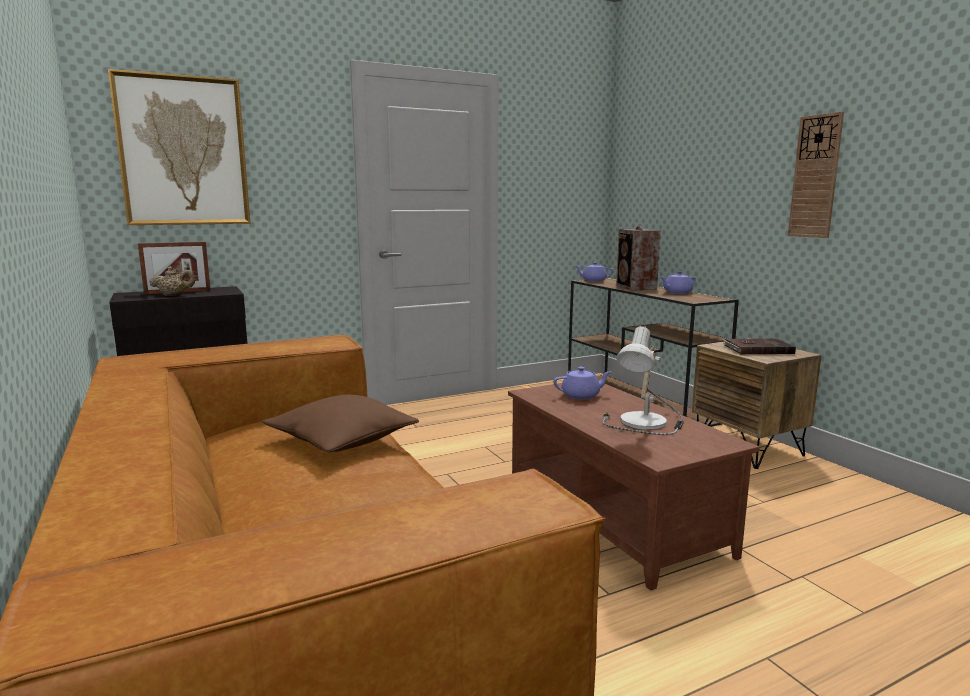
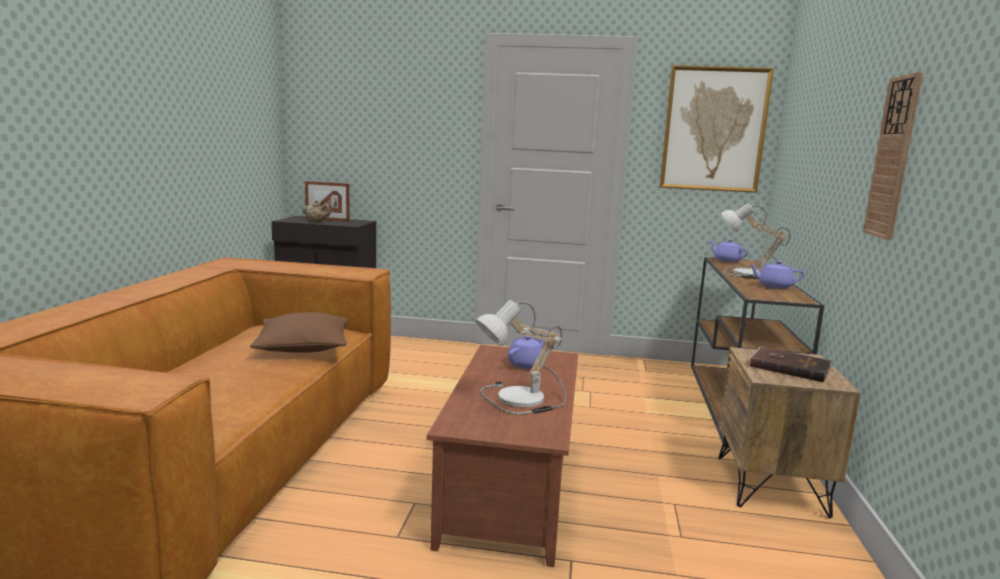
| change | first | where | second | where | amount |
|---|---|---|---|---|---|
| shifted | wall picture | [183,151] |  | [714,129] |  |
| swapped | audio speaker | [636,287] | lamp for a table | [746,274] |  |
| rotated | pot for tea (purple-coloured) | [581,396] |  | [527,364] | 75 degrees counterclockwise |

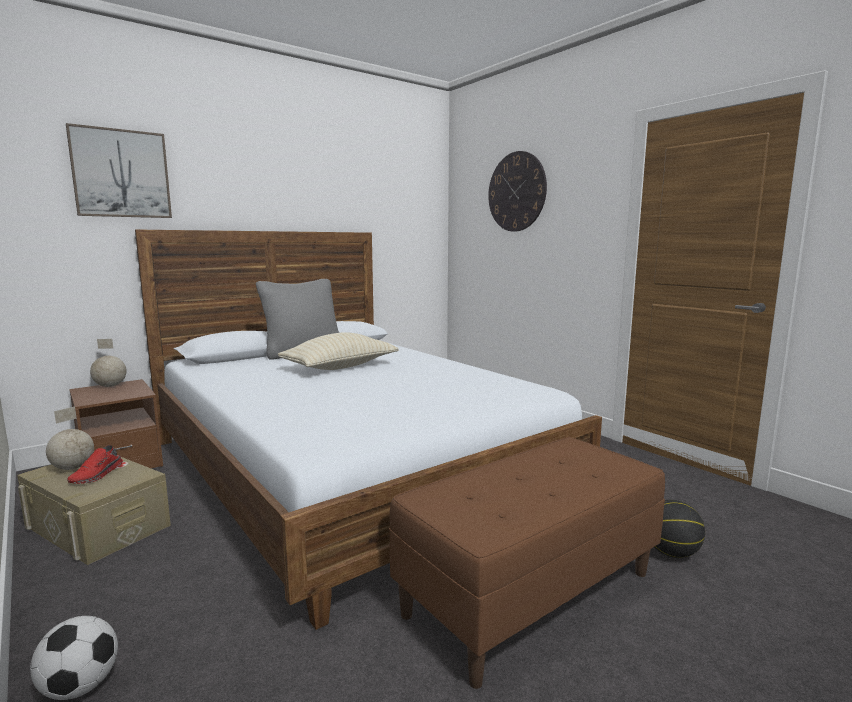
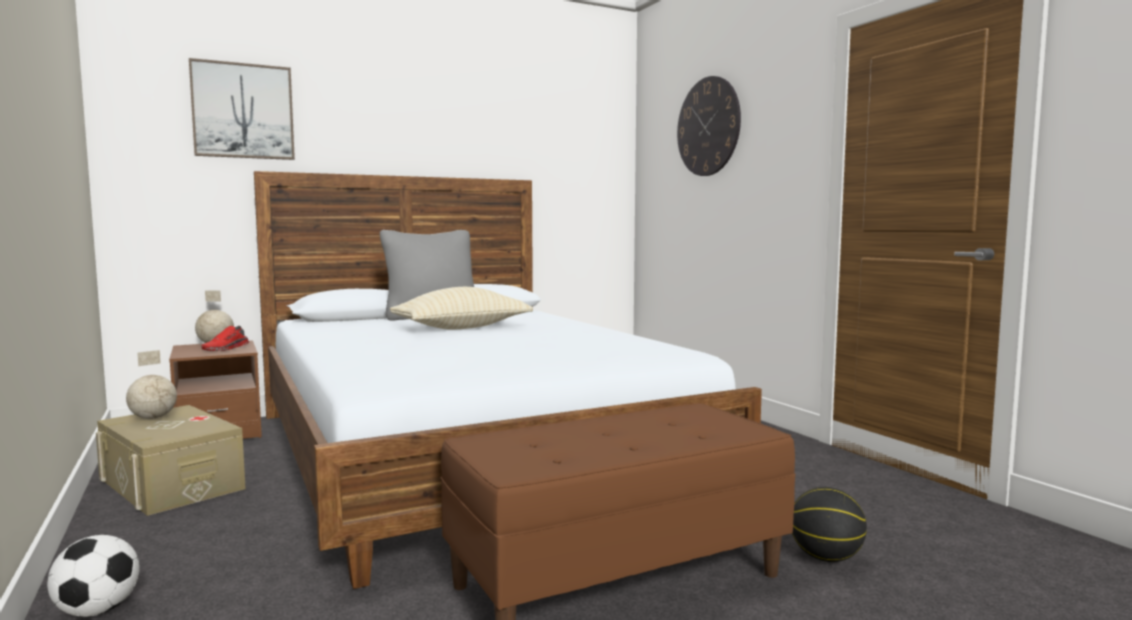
| change | first | where | second | where | amount |
|---|---|---|---|---|---|
| shifted | shoe (reddish) | [98,475] |  | [226,349] |  |

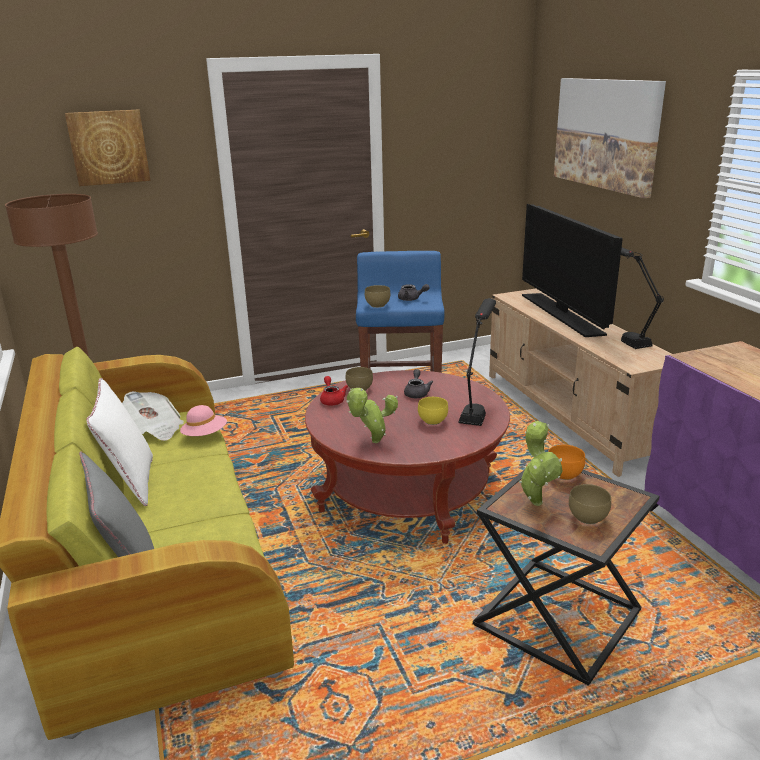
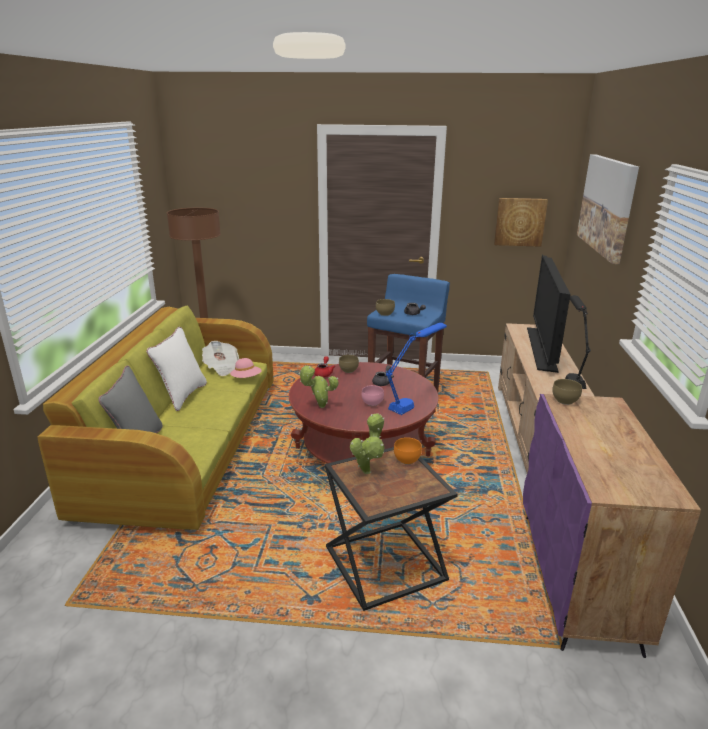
| change | first | where | second | where | amount |
|---|---|---|---|---|---|
| shifted | wall picture | [109,147] |  | [520,222] |  |
| repainted | lamp for a table (blackish) | [477,406] | lamp for a table (blue) | [413,401] |  |
| repainted | deep dish (yellow-coloured) | [432,421] | deep dish (pink-coloured) | [371,403] |  |
| shifted | deep dish (brown) | [589,518] |  | [565,401] |  |

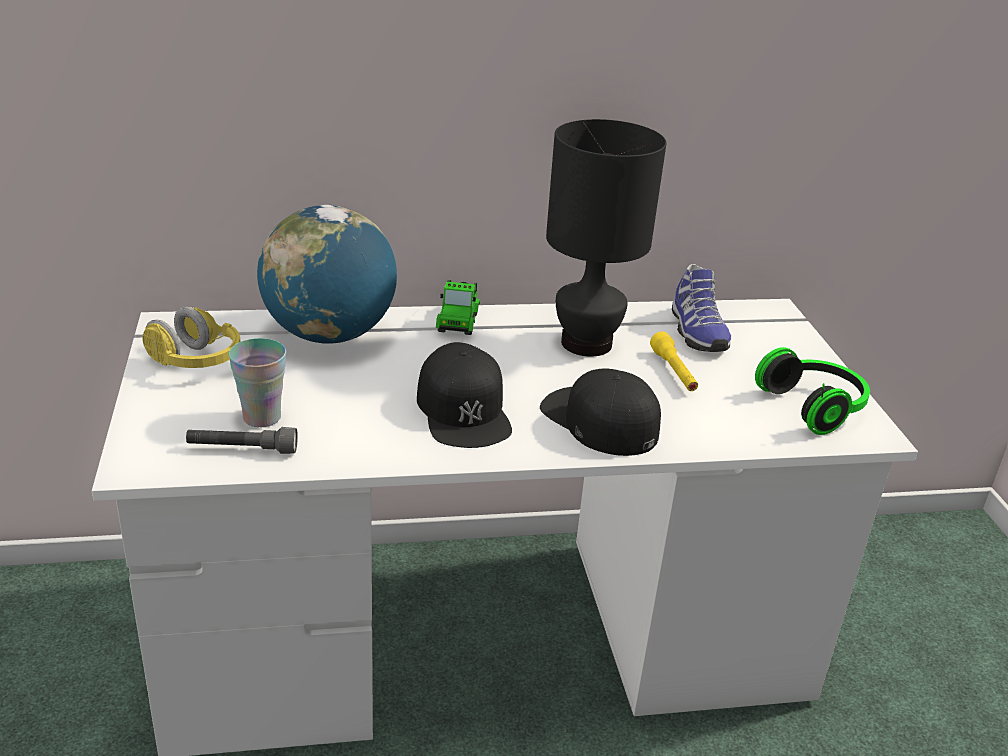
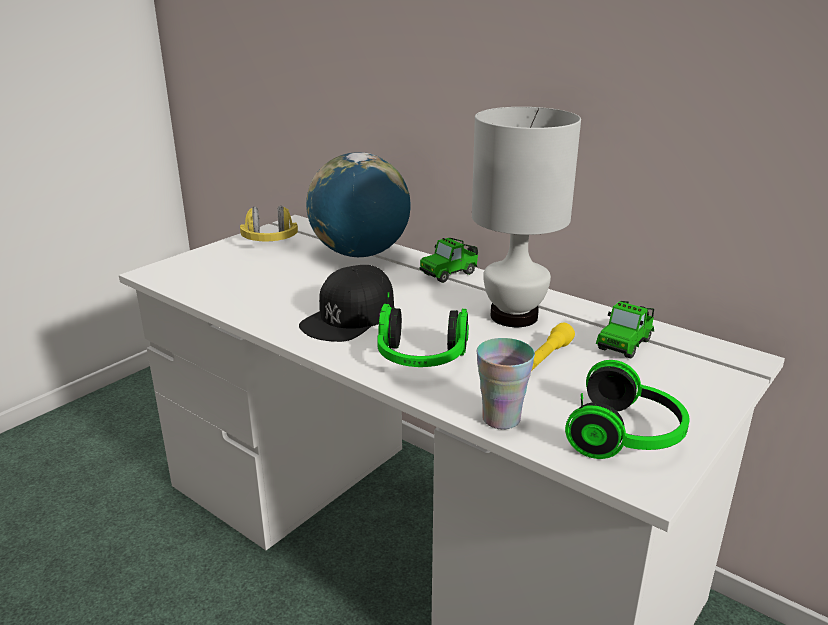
| change | first | where | second | where | amount |
|---|---|---|---|---|---|
| repainted | lamp for a table (blackish) | [585,343] | lamp for a table (white-coloured) | [513,316] |  |
| swapped | shoe | [695,332] | model car | [625,343] |  |
| shifted | drinking cup | [262,417] |  | [501,419] |  |
| swapped | baseball cap (blackish) | [599,420] | headphones | [421,360] |  |
| gone | torch (grey) | [242,449] |  |  |  |

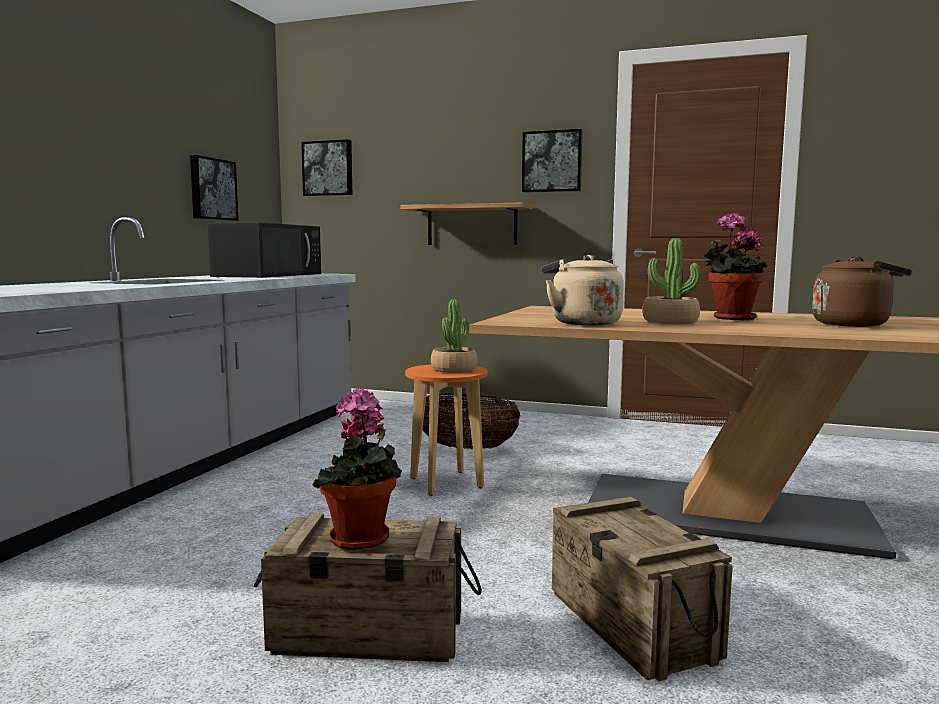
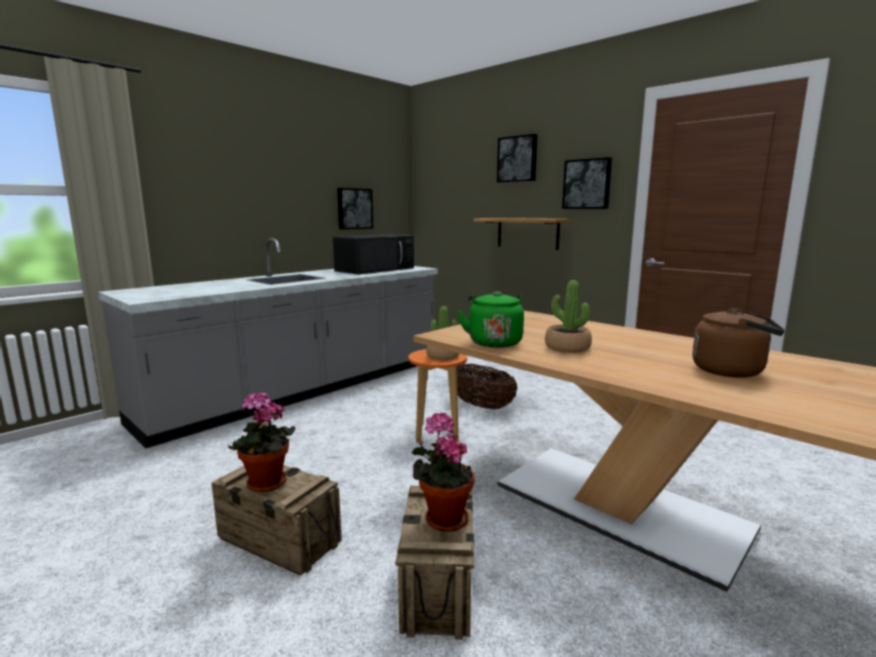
| change | first | where | second | where | amount |
|---|---|---|---|---|---|
| shifted | wall picture | [328,168] |  | [518,159] |  |
| shifted | houseplant | [730,318] |  | [443,518] |  |
| repainted | tea kettle (beige) | [582,323] | tea kettle (greenish) | [494,342] |  |

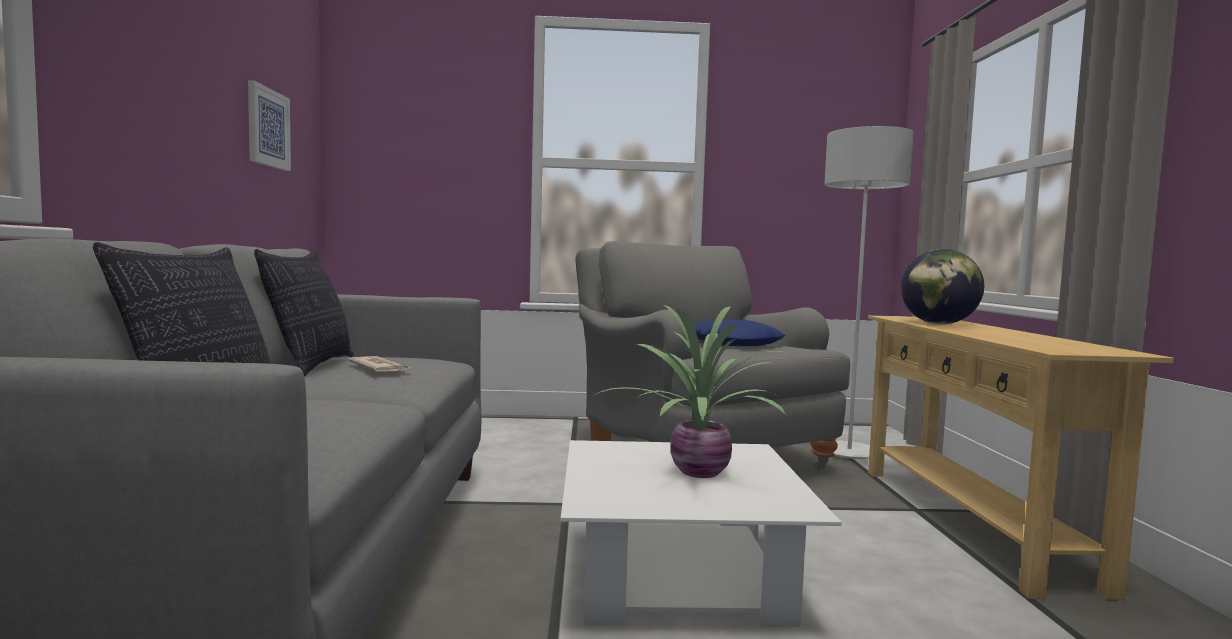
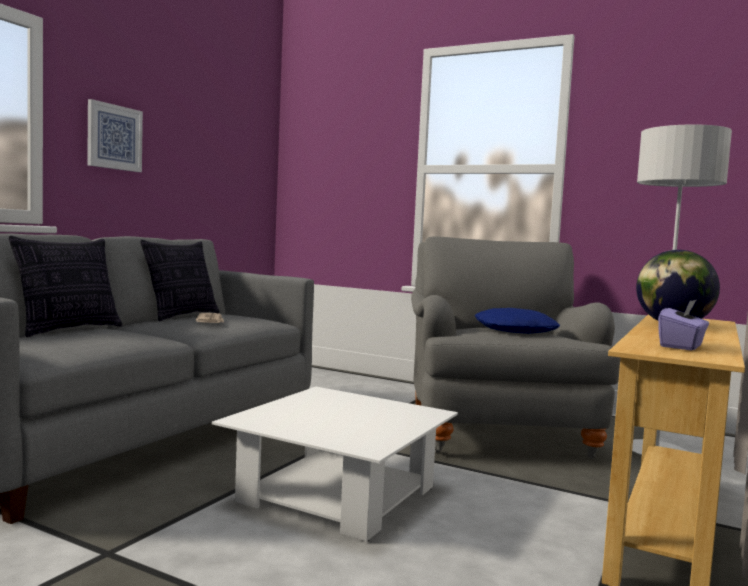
| change | first | where | second | where | amount |
|---|---|---|---|---|---|
| shifted | wall picture | [267,128] |  | [114,137] |  |
| gone | houseplant | [696,471] |  |  |  |
| new |  |  | tissue holder (purple-coloured) | [682,346] |  |

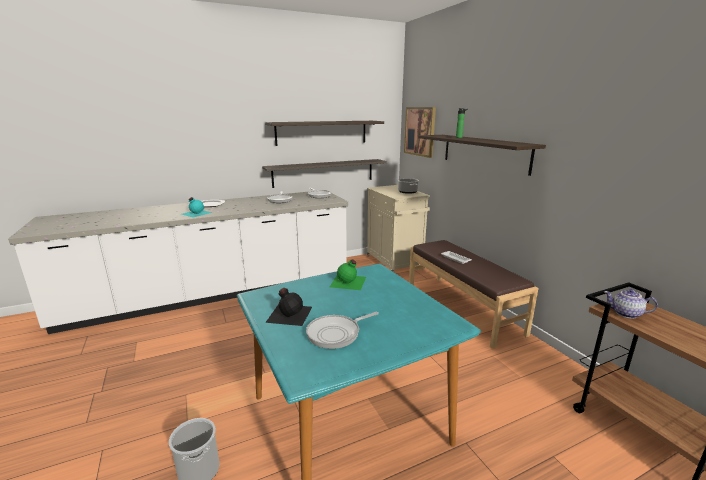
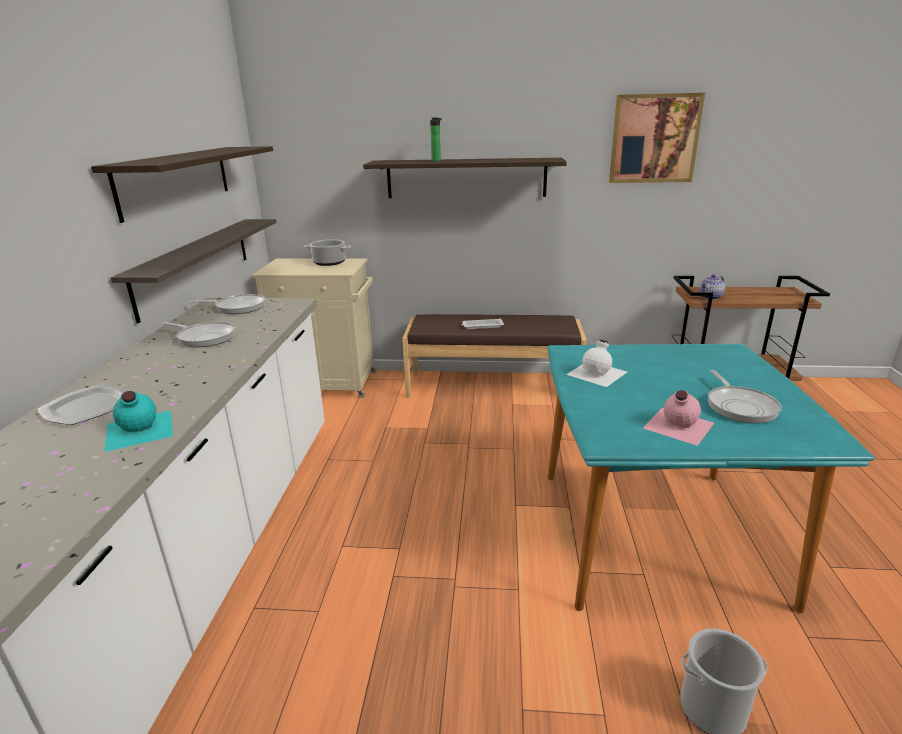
| change | first | where | second | where | amount |
|---|---|---|---|---|---|
| shifted | wall picture | [420,131] |  | [654,139] |  |
| repainted | beverage bottle (greenish) | [348,282] | beverage bottle (white-coloured) | [598,373] |  |
| repainted | beverage bottle (blackish) | [289,313] | beverage bottle (pink-coloured) | [677,425] |  |

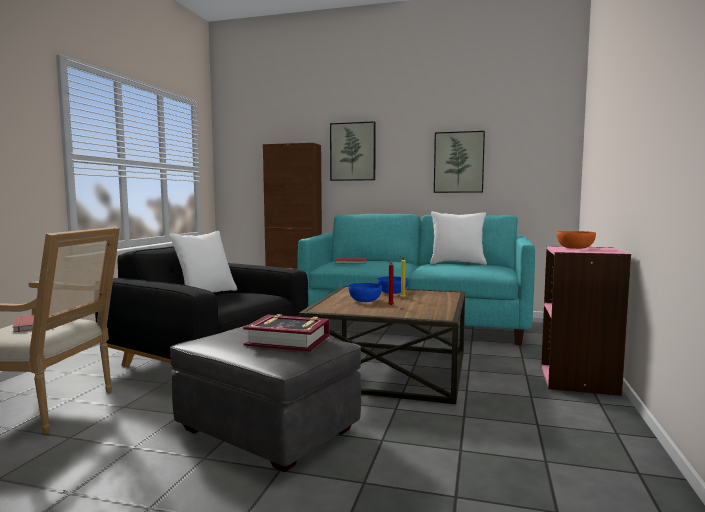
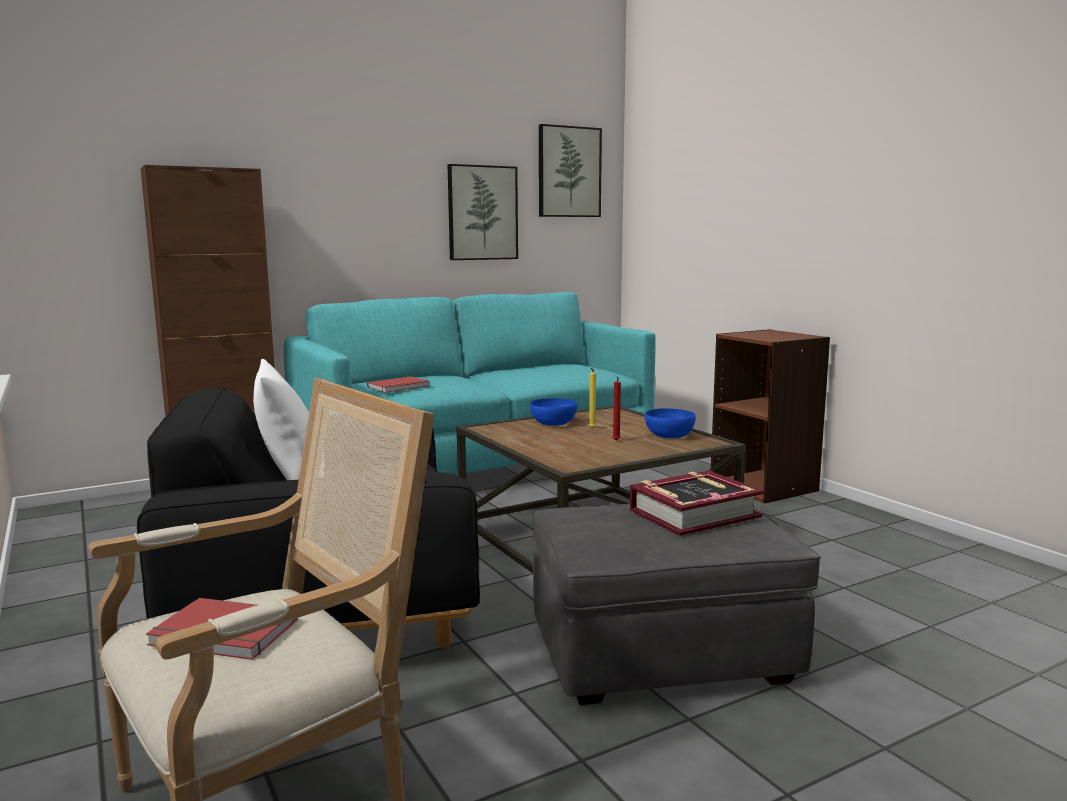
| change | first | where | second | where | amount |
|---|---|---|---|---|---|
| shifted | wall picture | [353,151] |  | [569,172] |  |
| gone | throw pillow (white-coloured) | [457,263] |  |  |  |
| gone | deep dish (orange-coloured) | [575,248] |  |  |  |
| repainted | shelving unit (pink-coloured) | [579,380] | shelving unit (brown) | [764,486] |  |
| shifted | deep dish (blue) | [365,300] |  | [668,435] |  |

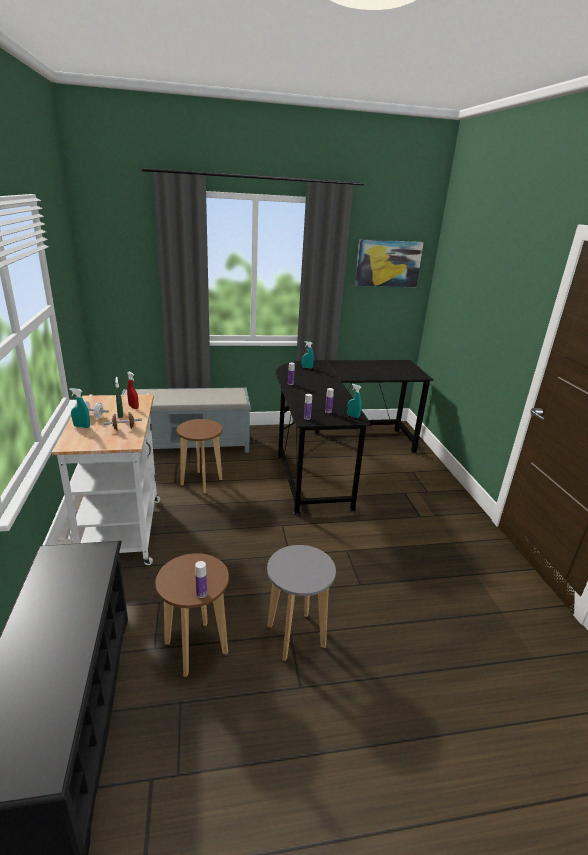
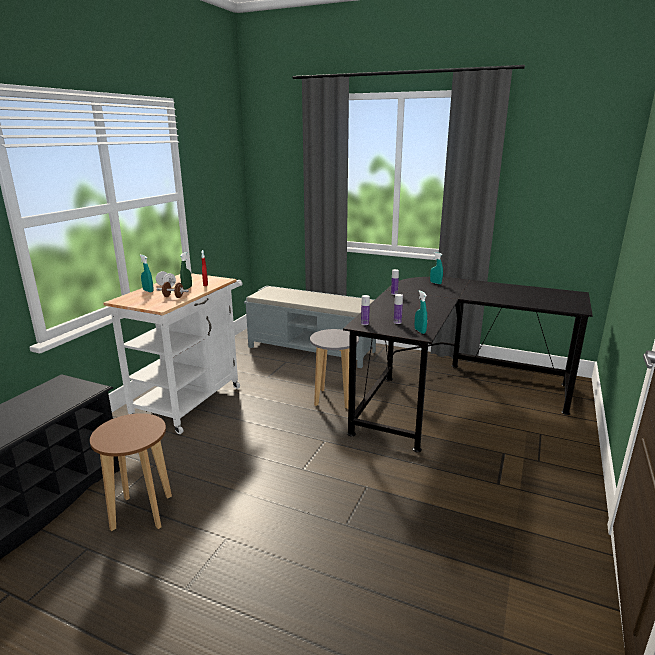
| change | first | where | second | where | amount |
|---|---|---|---|---|---|
| gone | wall picture | [388,263] |  |  |  |
| gone | stool seat (brown) | [201,482] |  |  |  |
| shifted | stool seat (grey) | [295,636] |  | [334,399] |  |
| gone | beverage bottle | [201,594] |  |  |  |

